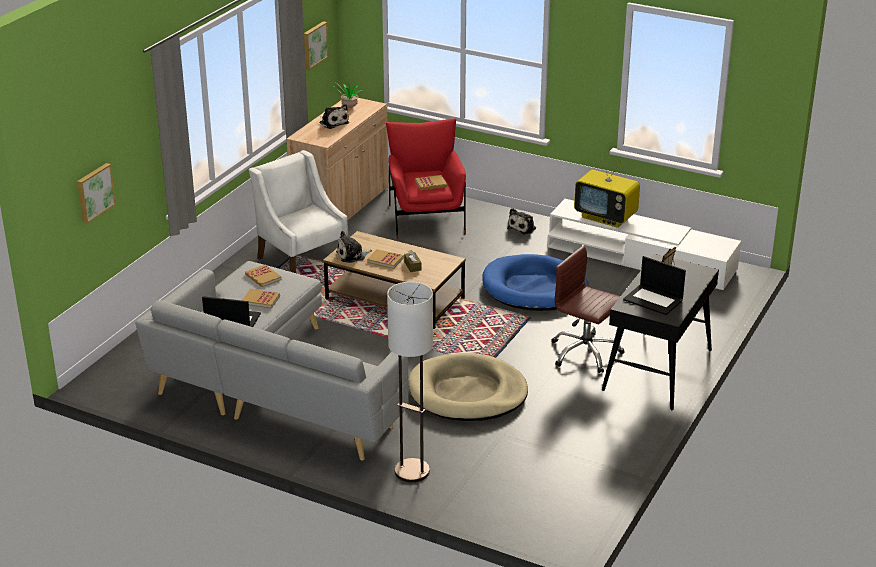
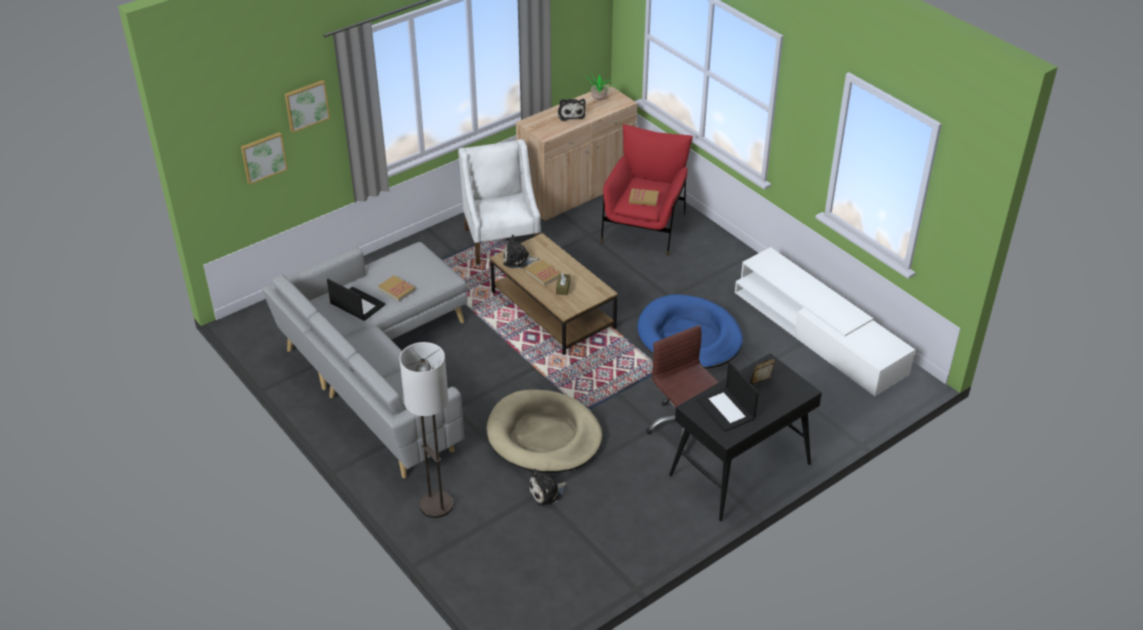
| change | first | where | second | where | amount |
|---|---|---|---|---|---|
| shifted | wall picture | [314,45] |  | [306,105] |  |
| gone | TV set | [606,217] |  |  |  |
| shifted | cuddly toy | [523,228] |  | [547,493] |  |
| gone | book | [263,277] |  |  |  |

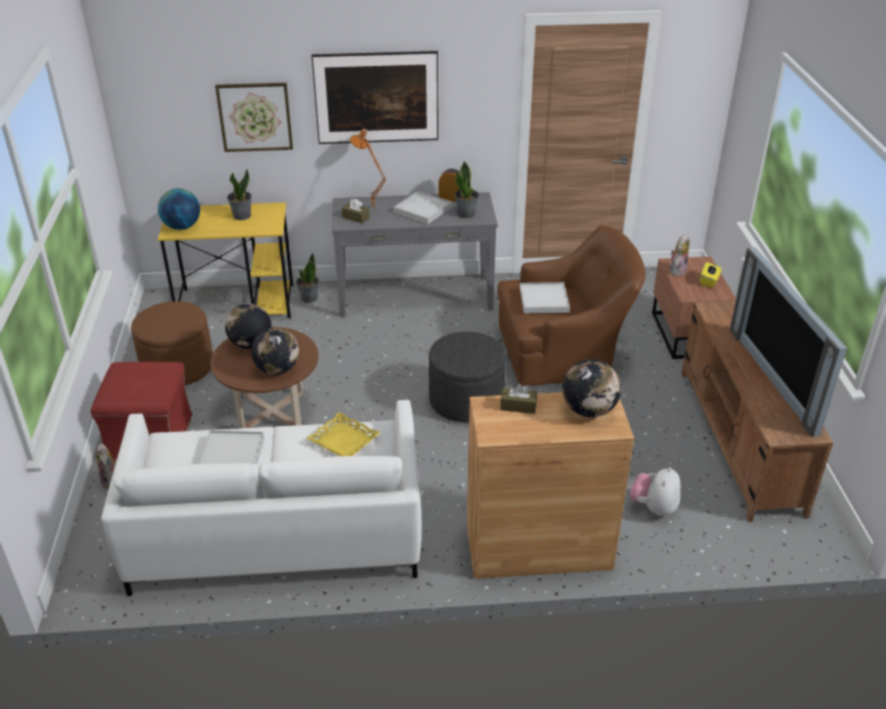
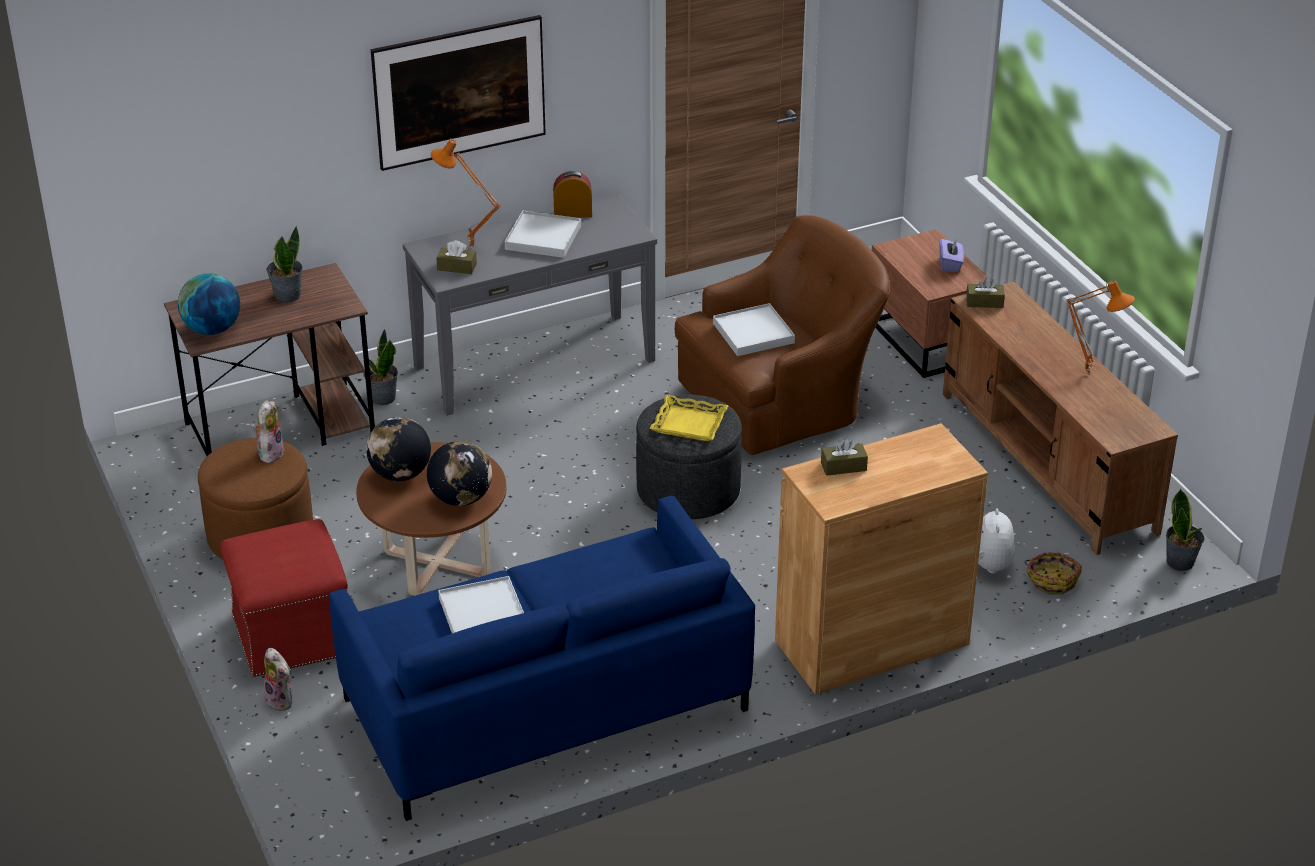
| change | first | where | second | where | amount |
|---|---|---|---|---|---|
| gone | wall picture | [255,117] |  |  |  |
| shifted | houseplant | [466,214] |  | [1180,562] |  |
| repainted | desk unit (yellow-coloured) | [237,303] | desk unit (brown) | [281,427] |  |
| shifted | cuddly toy | [677,270] |  | [270,452] |  |
| swapped | TV set | [778,378] | lamp for a table (orange-coloured) | [1089,373] |  |
| repainted | tissue holder (yellow-coloured) | [709,281] | tissue holder (purple-coloured) | [950,264] |  |
| gone | desk globe | [589,410] |  |  |  |
| repainted | sofa (white-coloured) | [277,531] | sofa (blue) | [544,703] |  |
| shifted | serving tray (yellow-coloured) | [343,441] |  | [688,424] |  |
| new |  |  | tissue holder (brown) | [984,302] |  |
| new |  |  | household basket | [1052,580] |  |

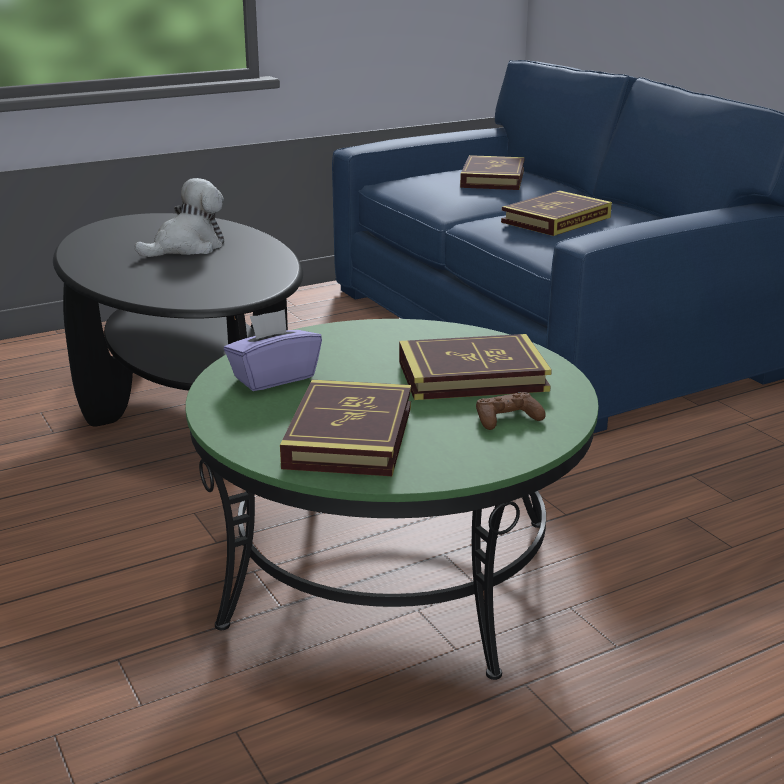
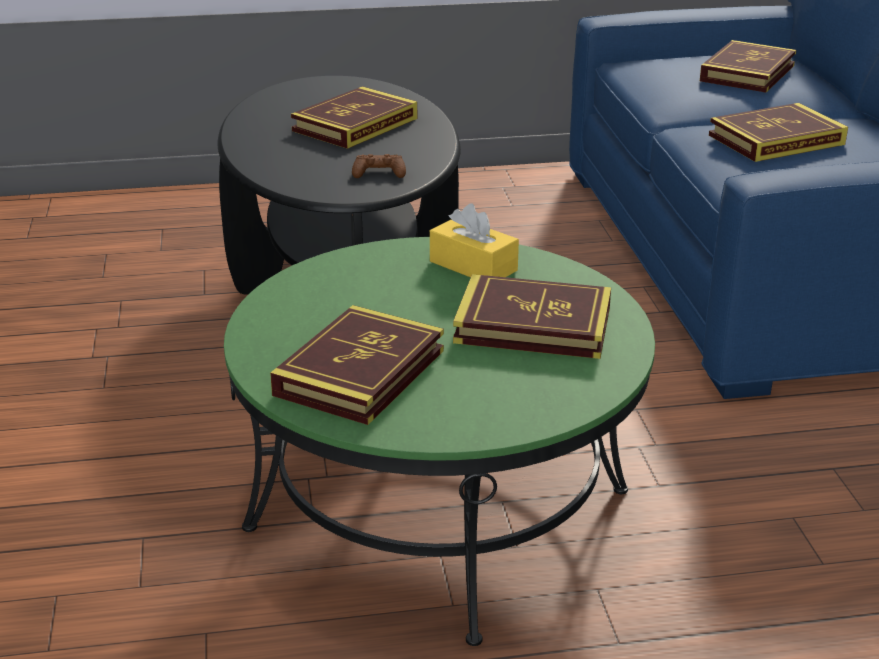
| change | first | where | second | where | amount |
|---|---|---|---|---|---|
| swapped | cuddly toy | [187,247] | book | [355,124] |  |
| gone | tissue holder (purple-coloured) | [274,377] |  |  |  |
| shifted | gamepad (brown) | [507,419] |  | [379,173] |  |
| new |  |  | tissue holder (yellow-coloured) | [473,266] |  |

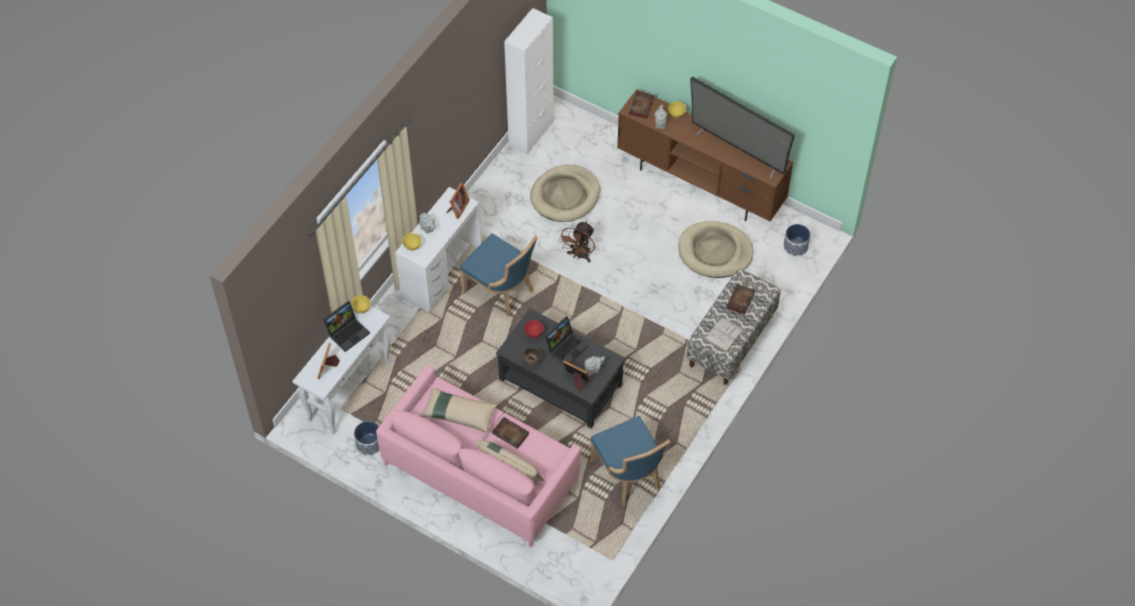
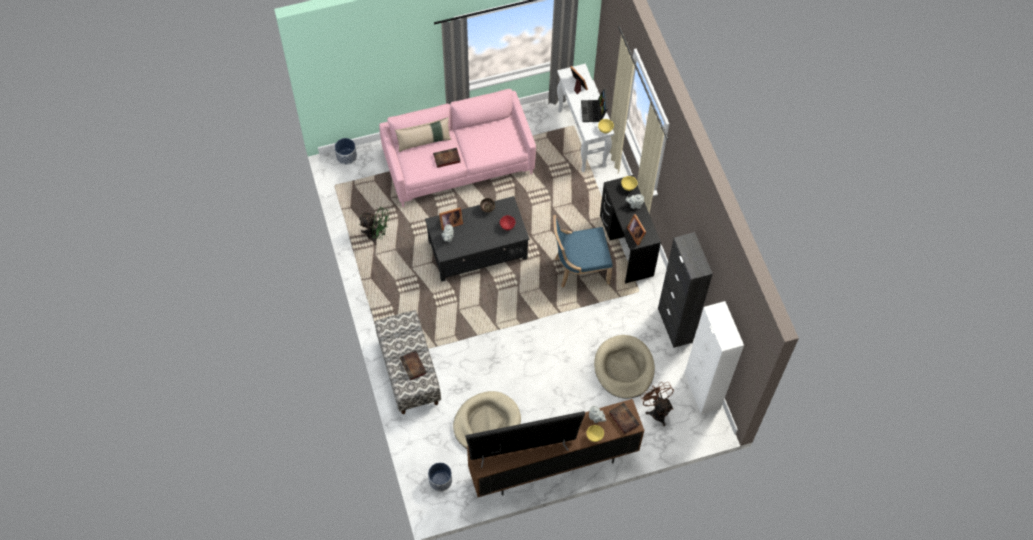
| change | first | where | second | where | amount |
|---|---|---|---|---|---|
| repainted | desk unit (white-coloured) | [441,273] | desk unit (blackish) | [626,246] |  |
| shifted | fan (brown) | [579,256] |  | [656,411] |  |
| gone | laptop | [566,347] |  |  |  |
| gone | book (white-coloured) | [724,334] |  |  |  |
| gone | throw pillow (beige) | [459,413] |  |  |  |
| swapped | plain chair (blue) | [629,476] | fan (greenish) | [376,235] |  |
| shifted | flower pot | [369,444] |  | [346,156] |  |
| new |  |  | cupboard (blackish) | [675,325] |  |

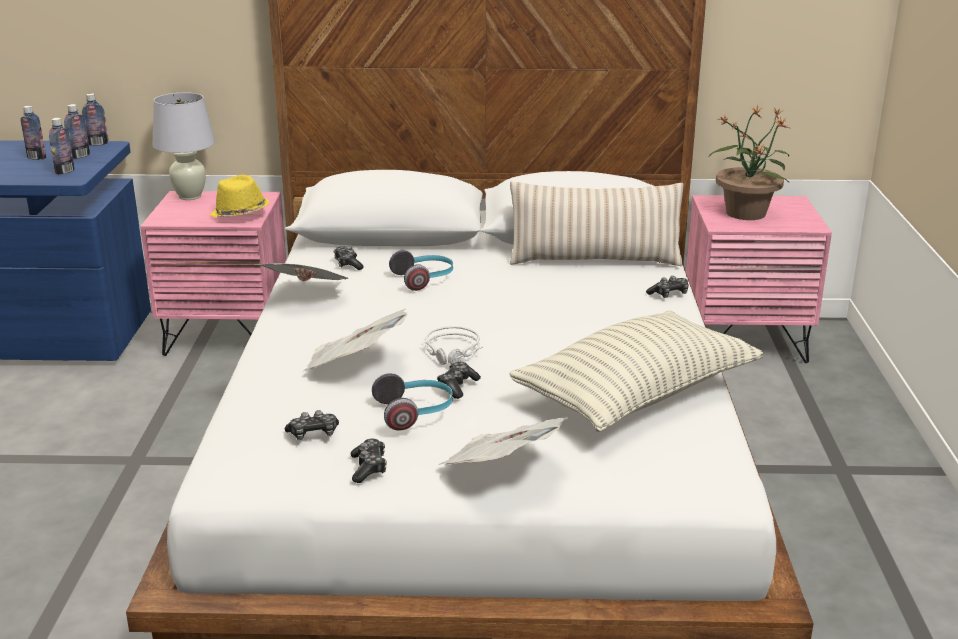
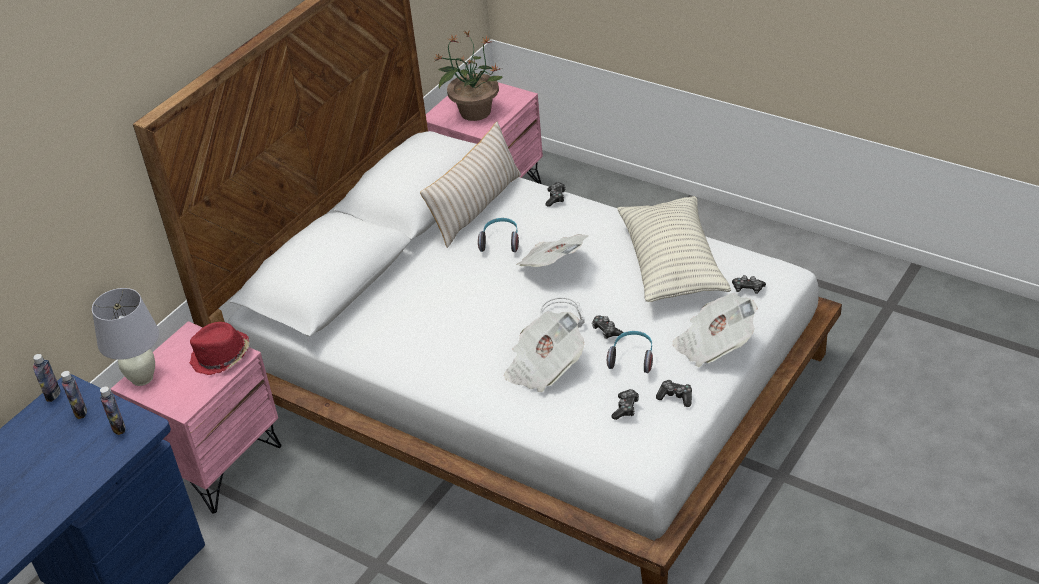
| change | first | where | second | where | amount |
|---|---|---|---|---|---|
| gone | beverage bottle | [36,157] |  |  |  |
| repainted | wearable hat (yellow-coloured) | [240,214] | wearable hat (reddish) | [221,357] |  |
| shifted | gamepad | [348,264] |  | [748,289] |  |
| shifted | headphones | [424,279] |  | [500,241] |  |
| shifted | printed paper | [308,296] |  | [553,265] |  |

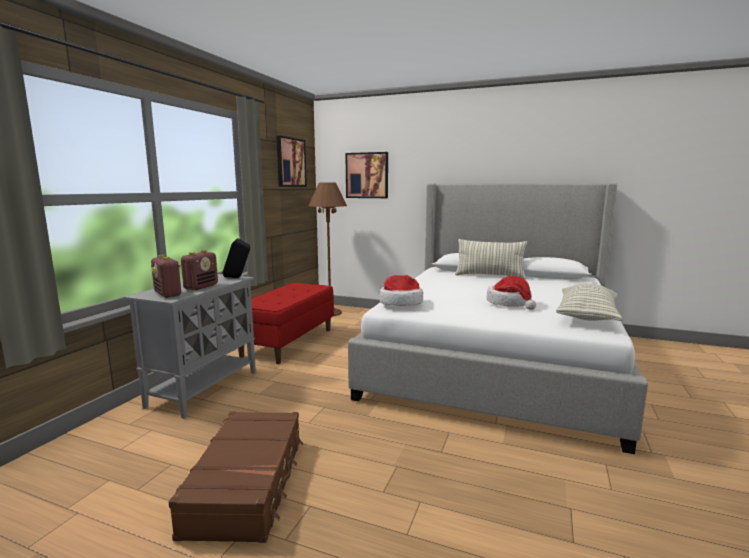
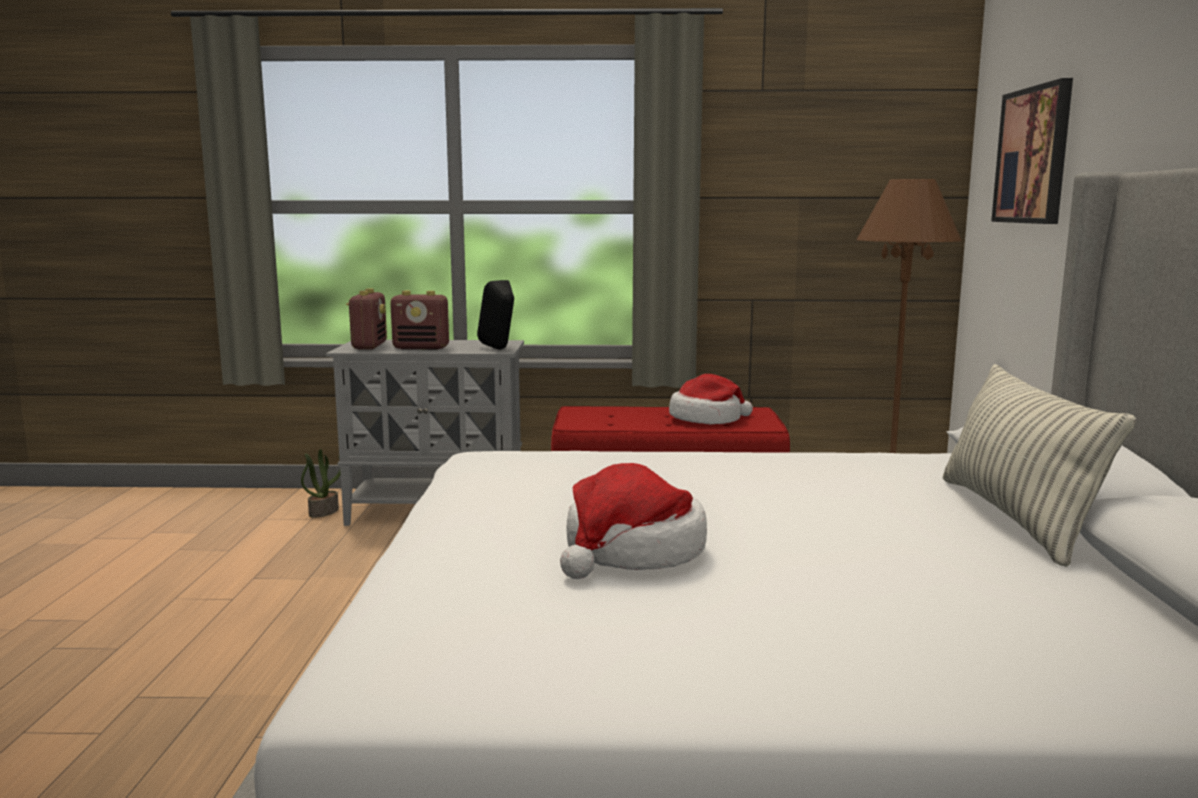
| change | first | where | second | where | amount |
|---|---|---|---|---|---|
| gone | wall picture | [290,162] |  |  |  |
| rotated | radio | [168,294] |  | [369,346] | 150 degrees clockwise |
| shifted | wearable hat | [400,302] |  | [707,419] |  |
| gone | throw pillow | [586,316] |  |  |  |
| gone | suitcase (brown) | [248,484] |  |  |  |
| new |  |  | houseplant | [323,512] |  |

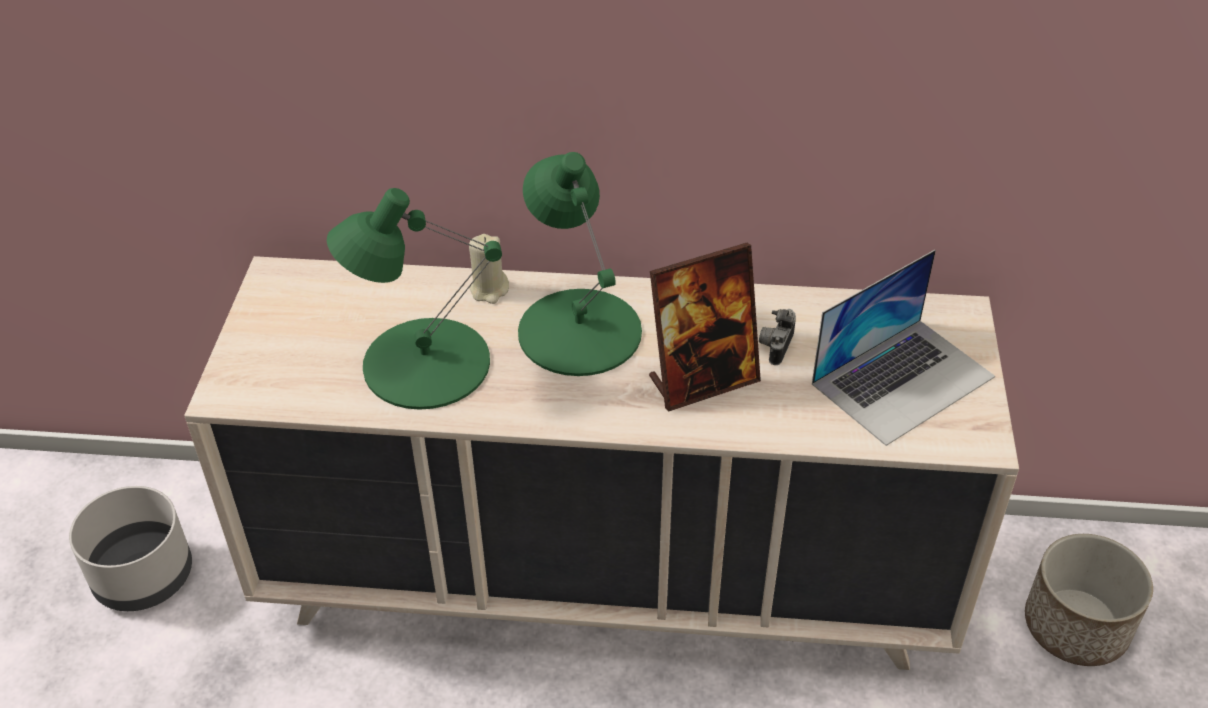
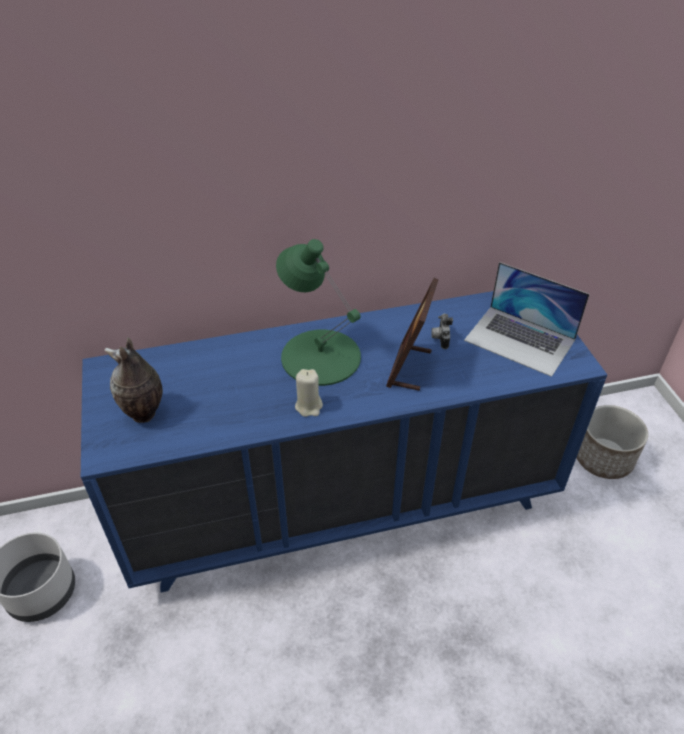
| change | first | where | second | where | amount |
|---|---|---|---|---|---|
| gone | lamp for a table (greenish) | [424,363] |  |  |  |
| shifted | wax candle (beige) | [489,290] |  | [309,406] |  |
| rotated | picture frame | [703,380] |  | [409,368] | 150 degrees clockwise |
| rotated | laptop | [903,379] |  | [520,340] | 90 degrees clockwise |
| repainted | drawer chest (beige) | [608,576] | drawer chest (blue) | [343,504] |  |
| new |  |  | decorative vase | [144,414] |  |

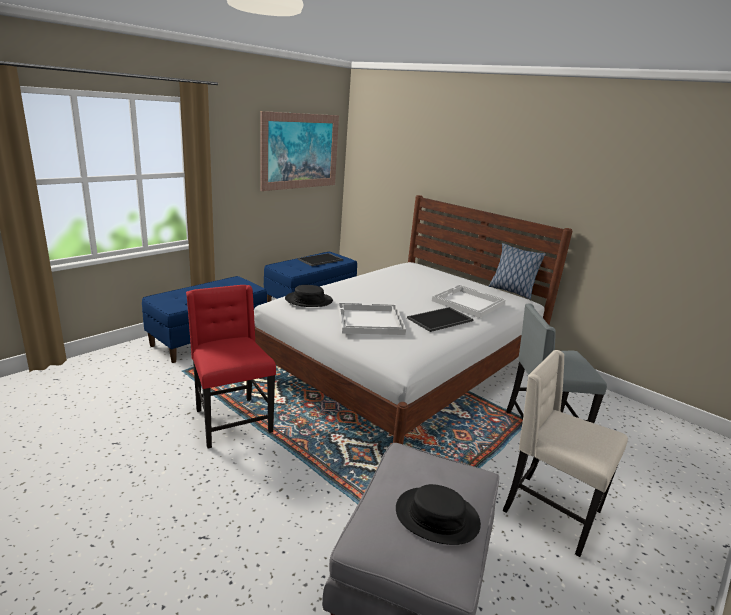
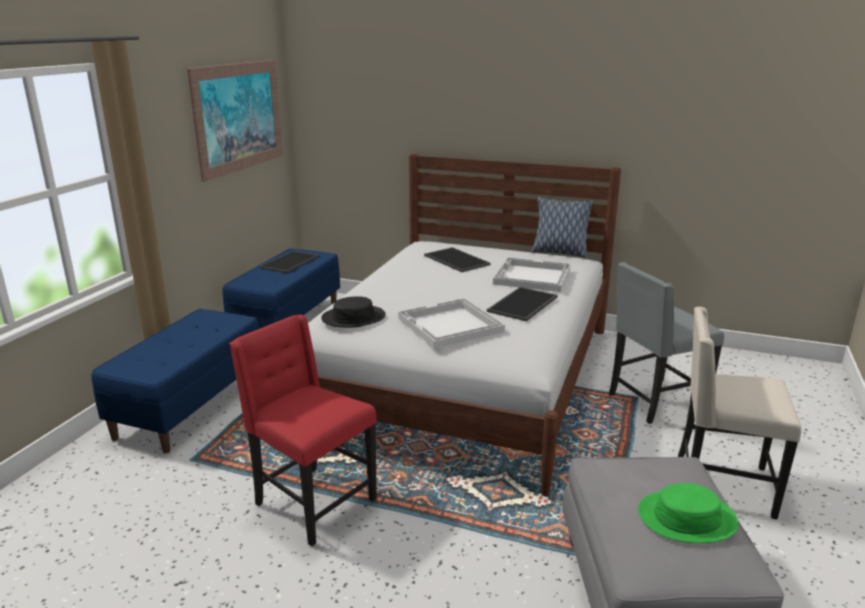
| change | first | where | second | where | amount |
|---|---|---|---|---|---|
| repainted | wearable hat (blackish) | [437,516] | wearable hat (greenish) | [686,517] |  |
| new |  |  | serving tray | [455,260] |  |

